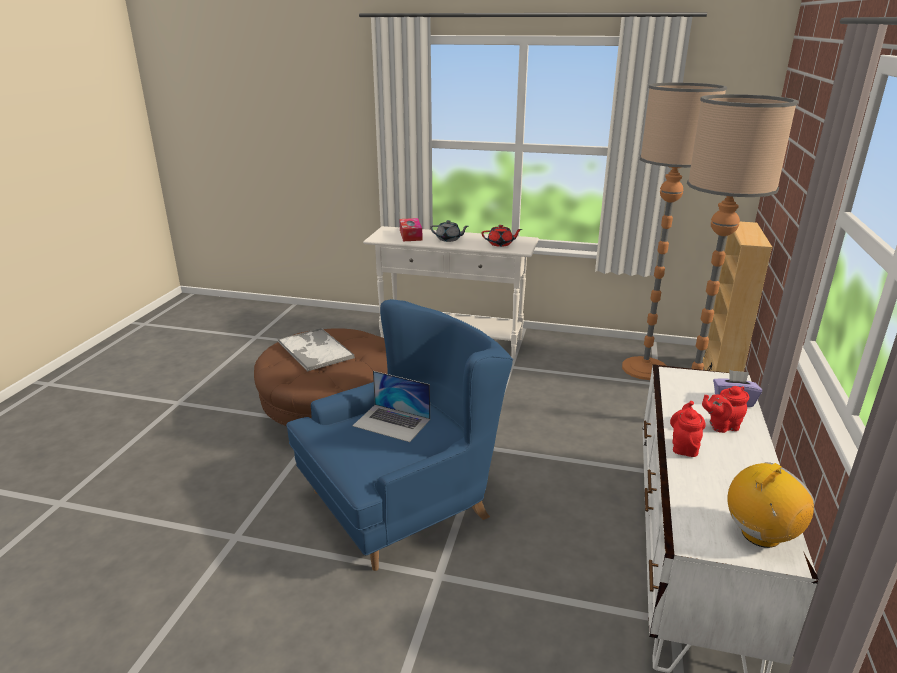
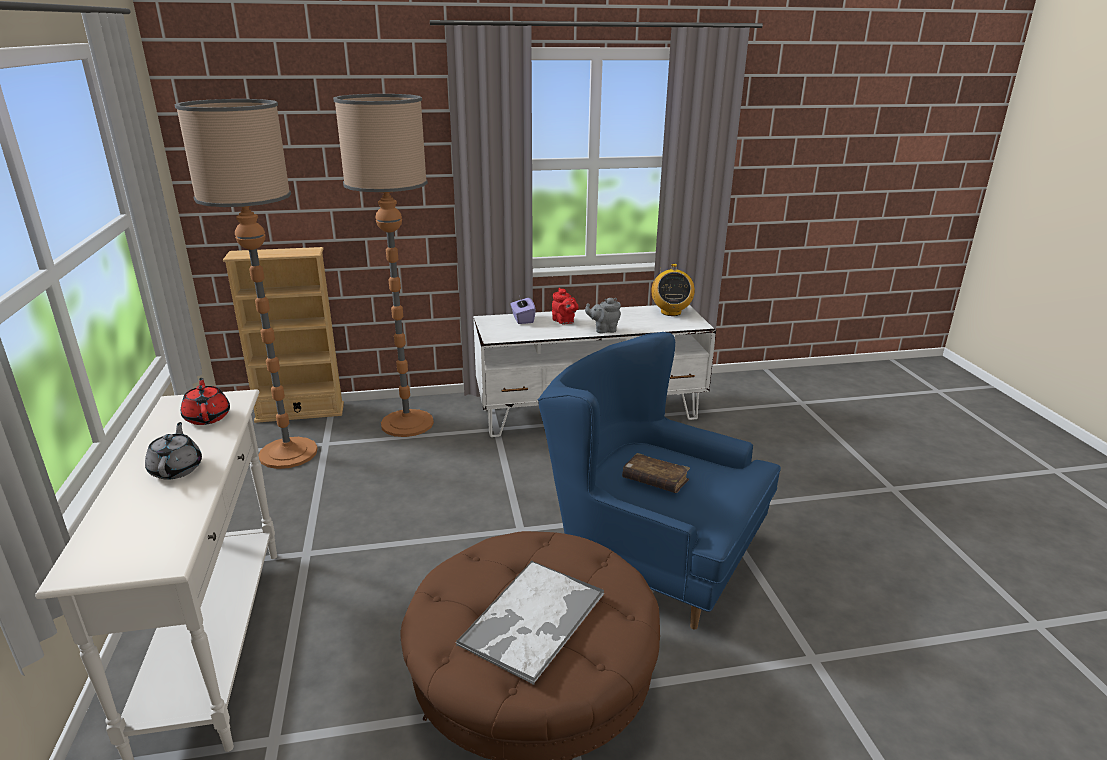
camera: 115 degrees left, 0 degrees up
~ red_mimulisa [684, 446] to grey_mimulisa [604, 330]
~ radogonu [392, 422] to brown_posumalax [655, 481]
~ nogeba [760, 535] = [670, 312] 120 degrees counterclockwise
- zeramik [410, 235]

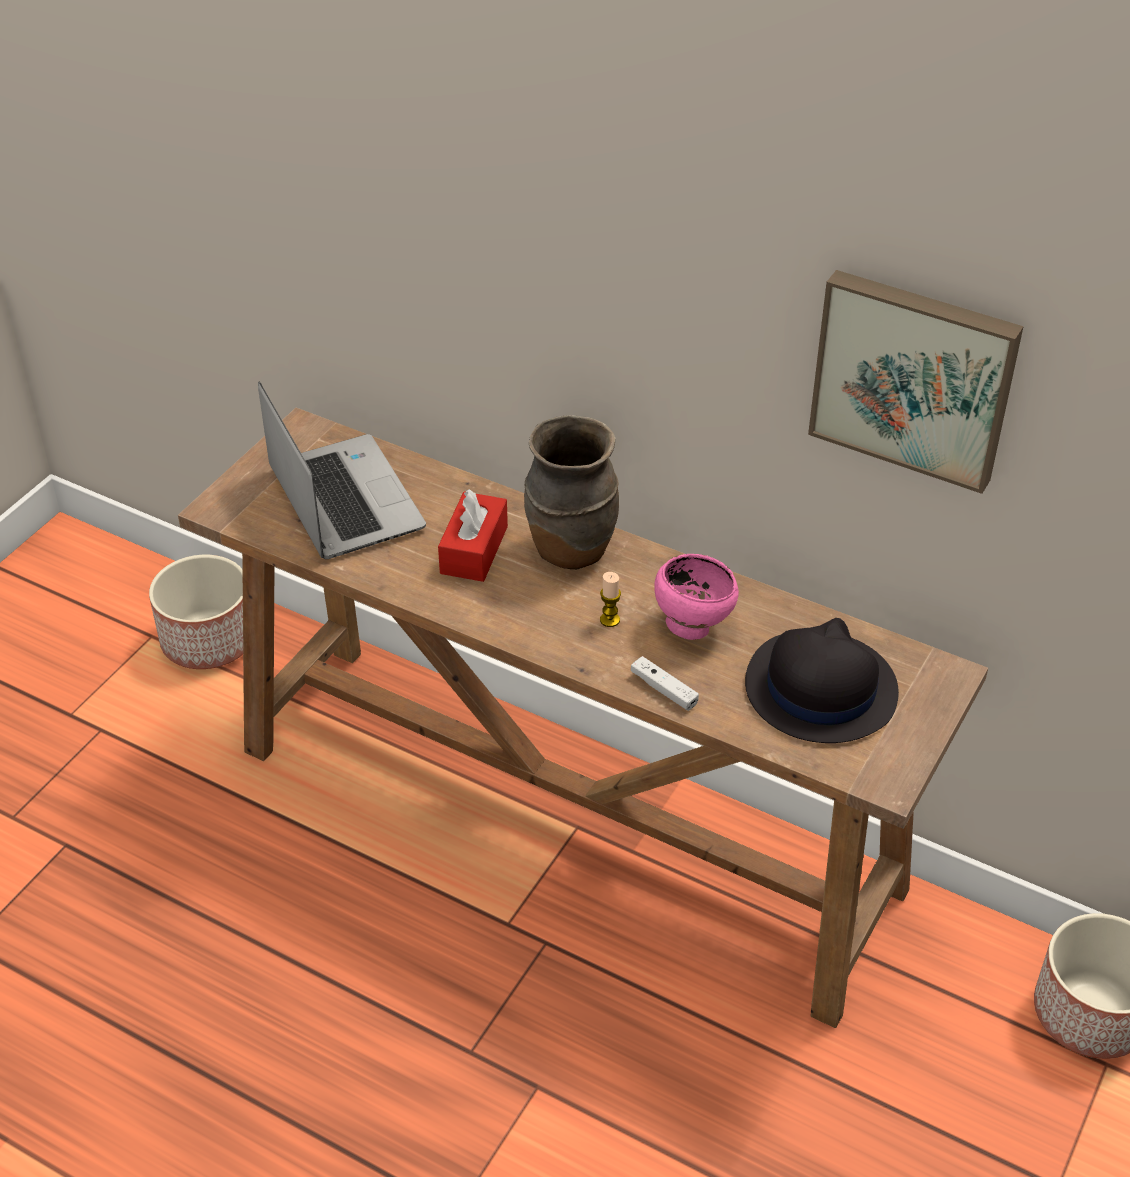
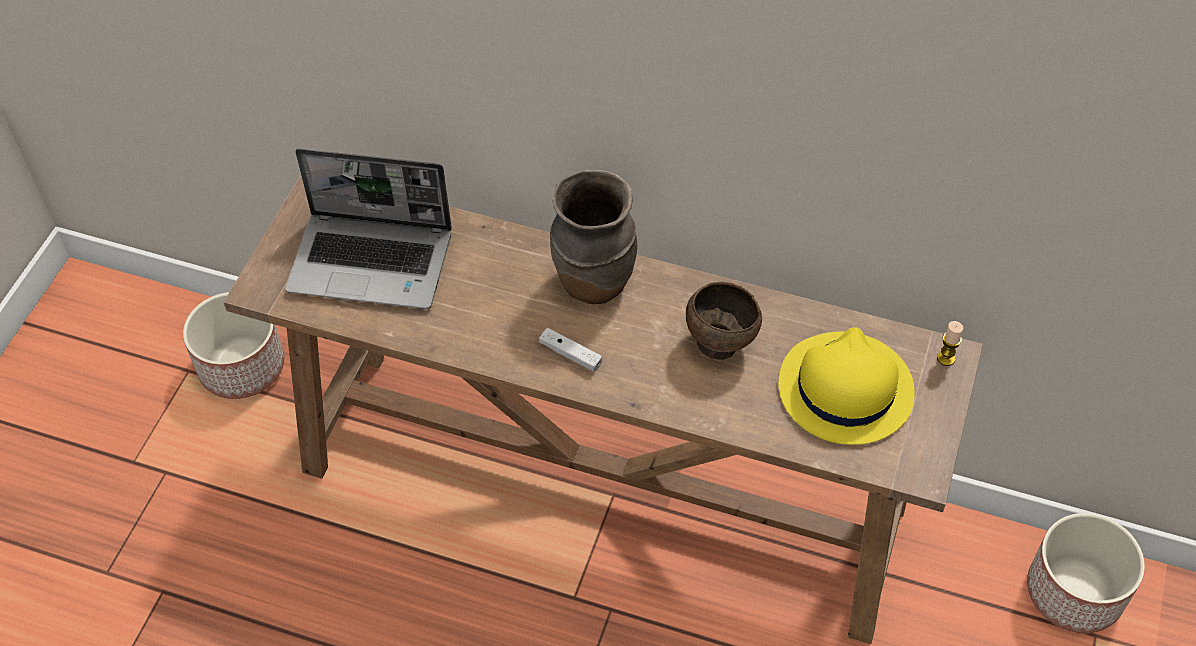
camera: 10 degrees left, 10 degrees up
~ radogonu [342, 499] = [373, 261] 135 degrees clockwise
~ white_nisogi [664, 690] to [570, 354]
~ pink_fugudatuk [692, 625] to brown_fugudatuk [719, 343]
~ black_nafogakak [819, 688] to yellow_nafogakak [844, 389]
~ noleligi [609, 620] to [946, 358]
- red_zeramik [474, 550]
- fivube [914, 377]

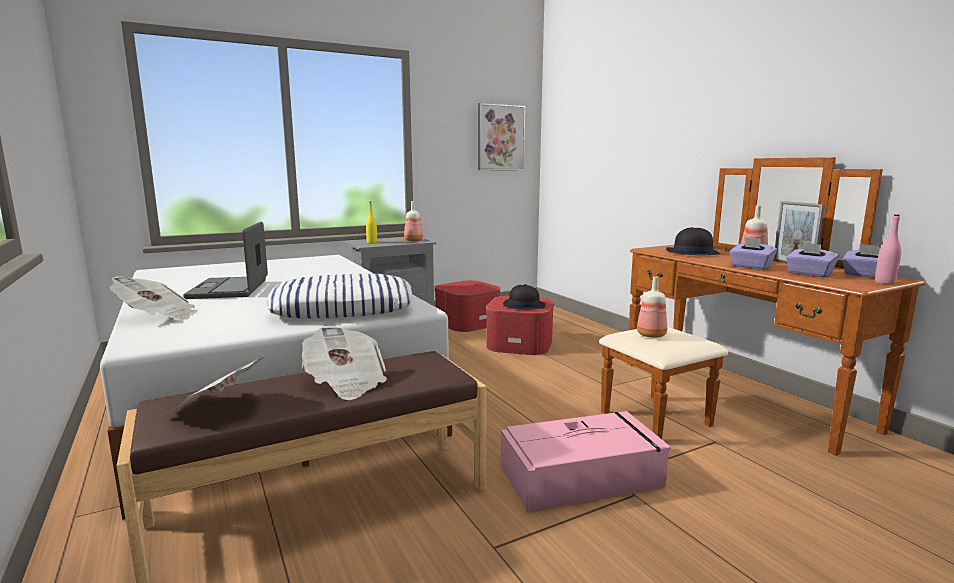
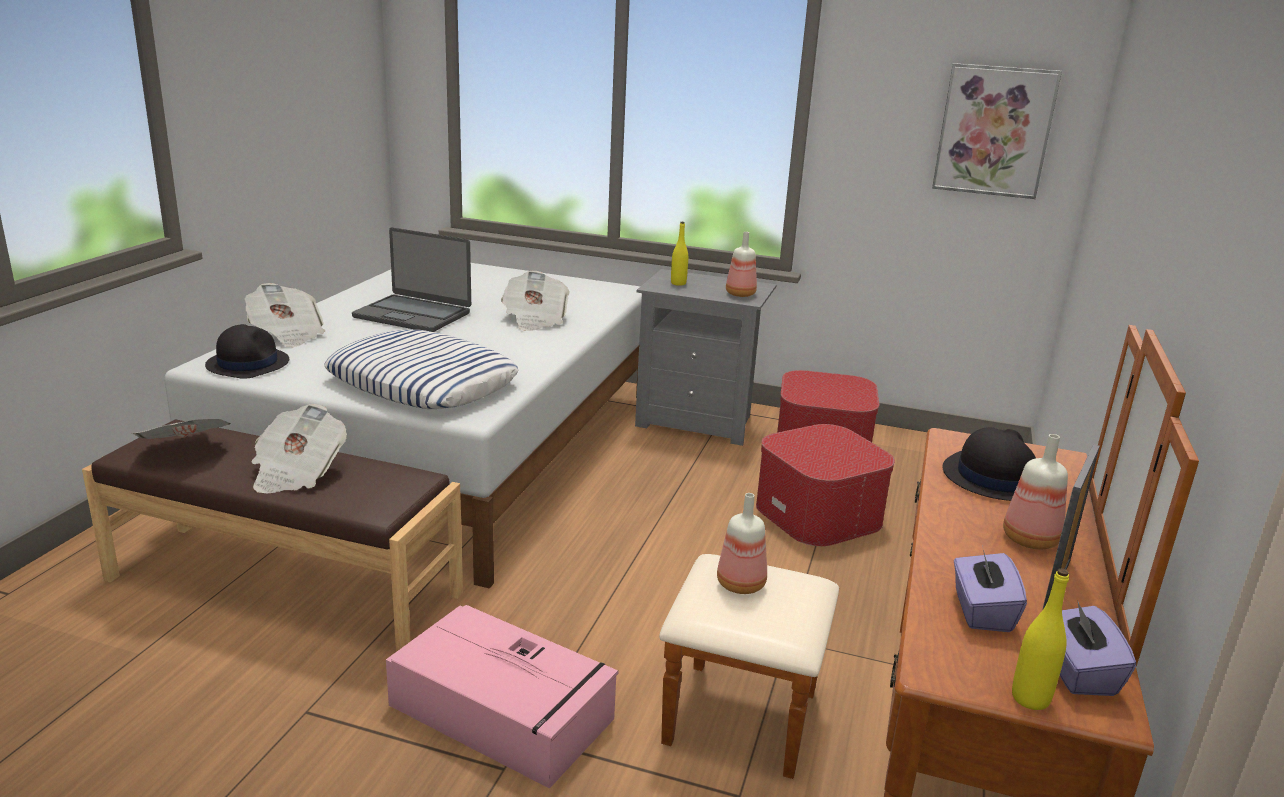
camera: 45 degrees right, 10 degrees up
~ black_nafogakak [523, 305] to [247, 363]
~ radogonu [230, 289] = [413, 315] 105 degrees counterclockwise
+ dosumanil [535, 319]
~ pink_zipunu [884, 283] to yellow_zipunu [1030, 698]
- purple_zeramik [750, 267]

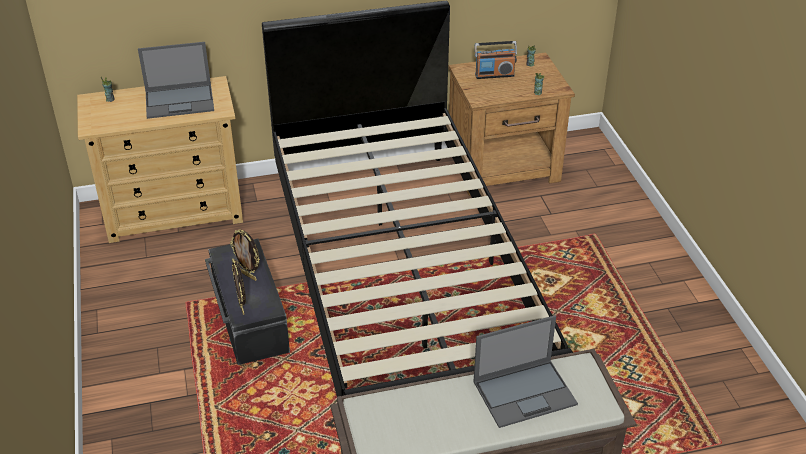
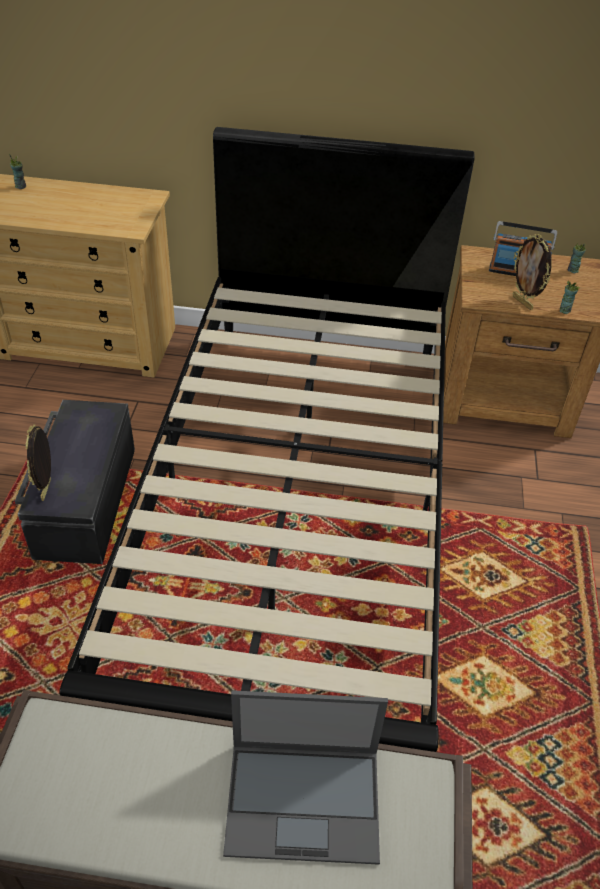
camera: 20 degrees right, 5 degrees up
~ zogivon [249, 275] to [523, 302]
- radogonu [180, 101]

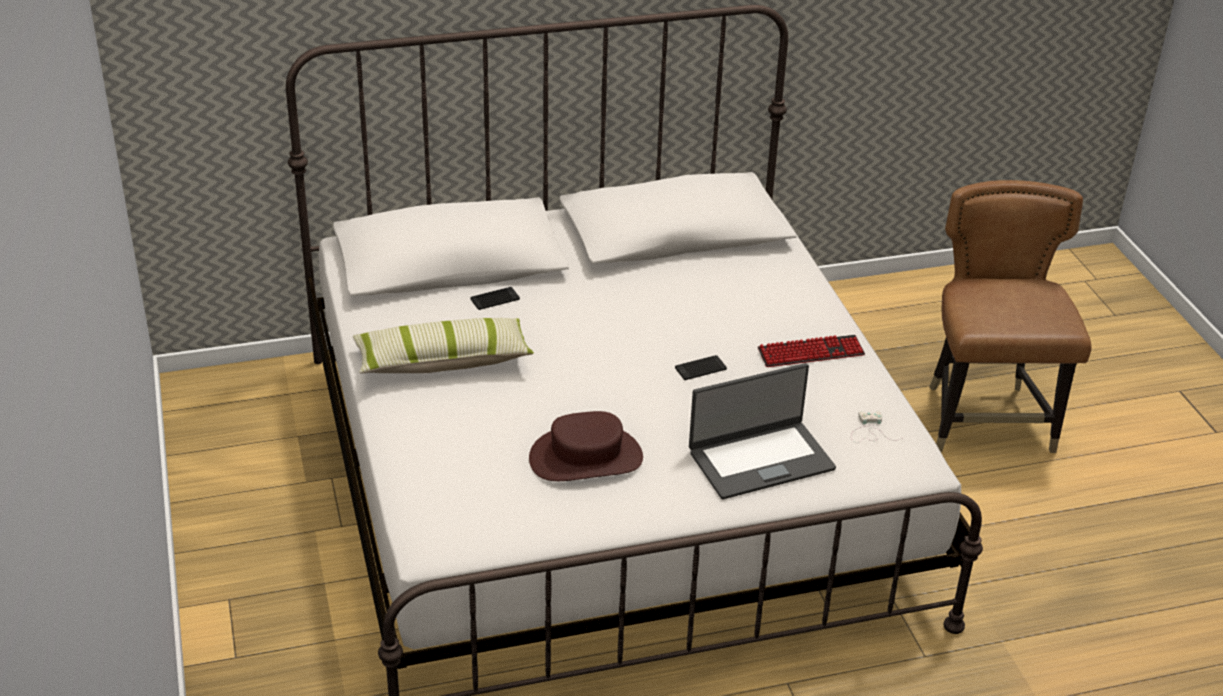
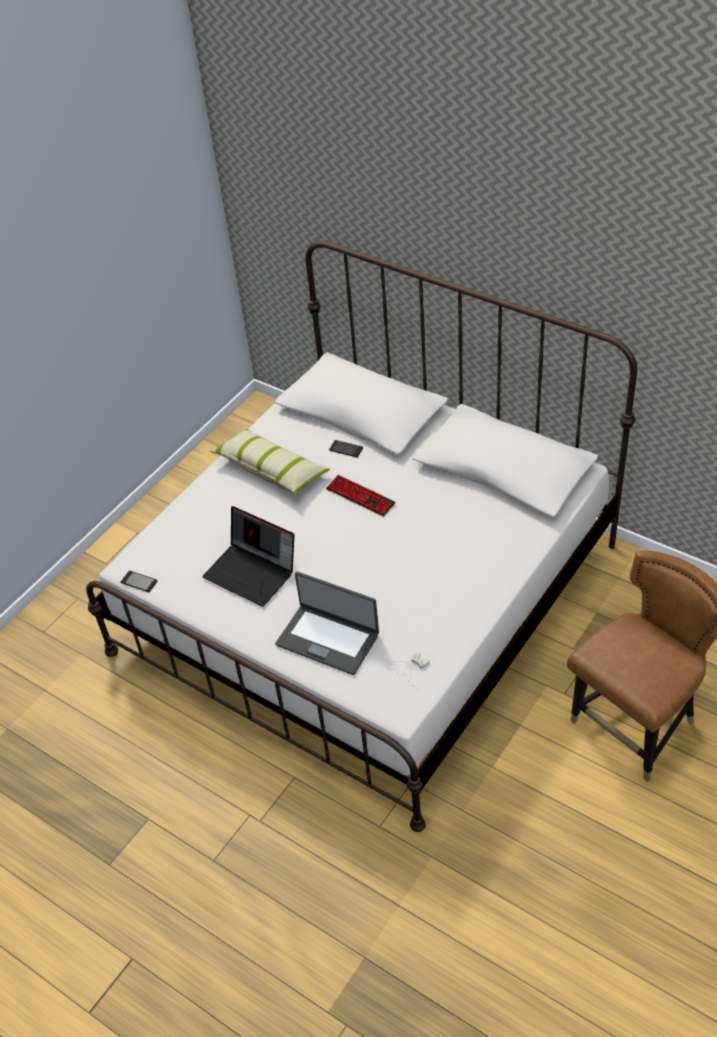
camera: 55 degrees right, 10 degrees up
~ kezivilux [700, 368] to [139, 582]
~ brown_nafogakak [586, 458] to radogonu [253, 572]
~ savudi [811, 353] to [360, 496]

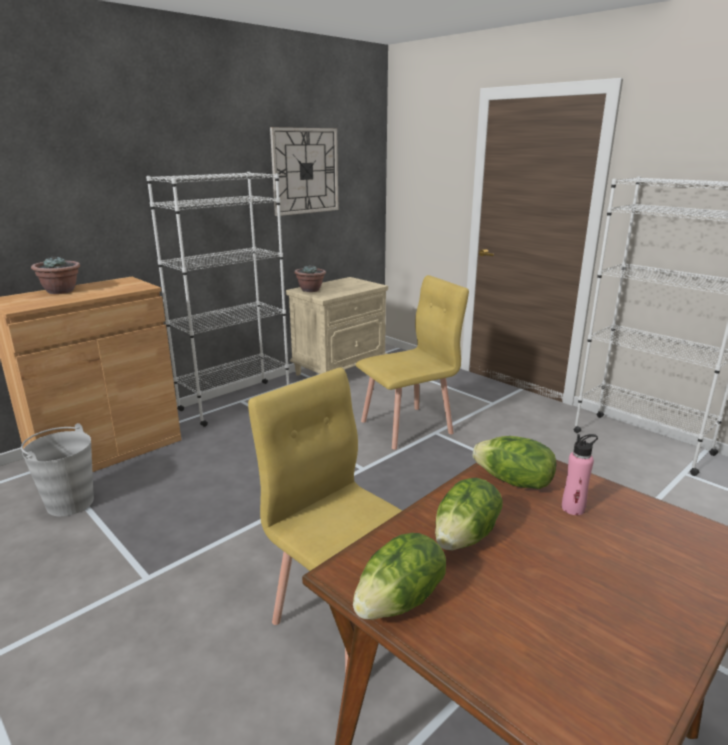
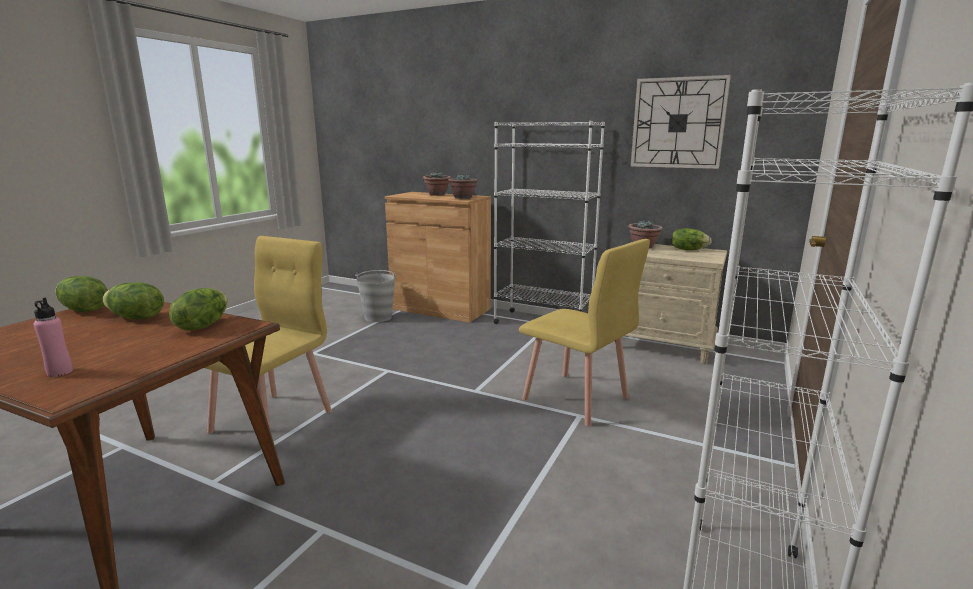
camera: 70 degrees right, 5 degrees down
~ pink_zipunu [573, 508] to [60, 372]
+ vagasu [463, 198]
+ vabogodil [688, 250]

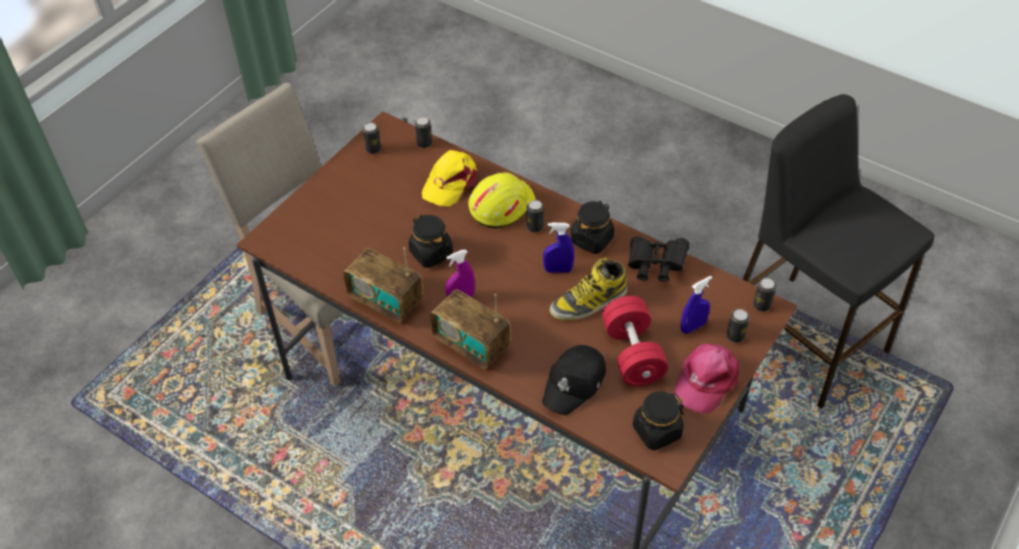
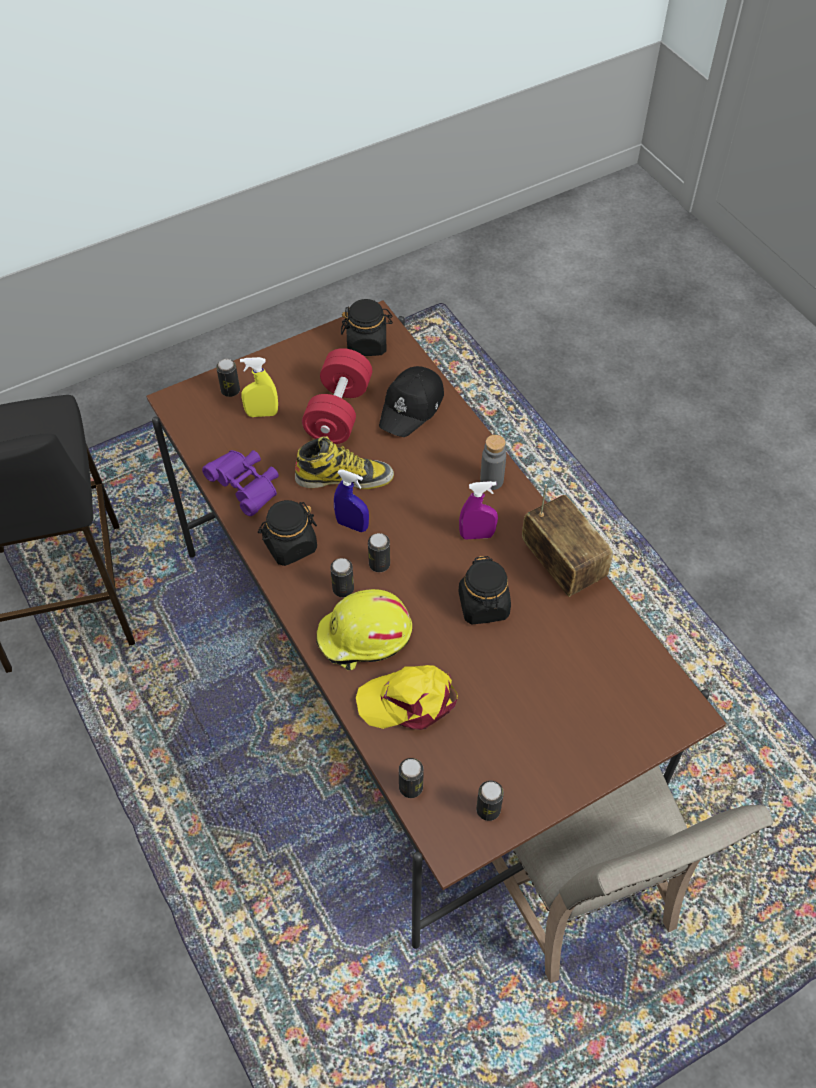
camera: 155 degrees left, 5 degrees up
~ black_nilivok [655, 266] to purple_nilivok [246, 488]
~ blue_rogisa [693, 327] to yellow_rogisa [262, 413]
~ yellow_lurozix [450, 182] = [408, 701] 150 degrees counterclockwise
~ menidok [761, 305] to [379, 564]
~ black_lurozix [574, 383] = [412, 407] 150 degrees clockwise
~ nogeba [471, 345] to grey_zipunu [491, 480]
- pink_lurozix [706, 380]

